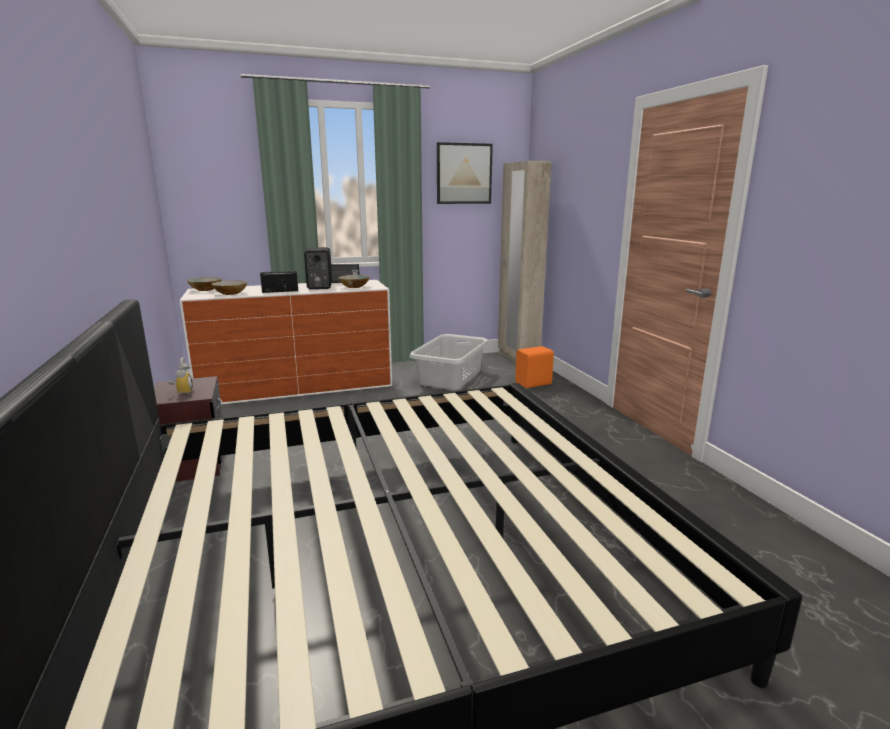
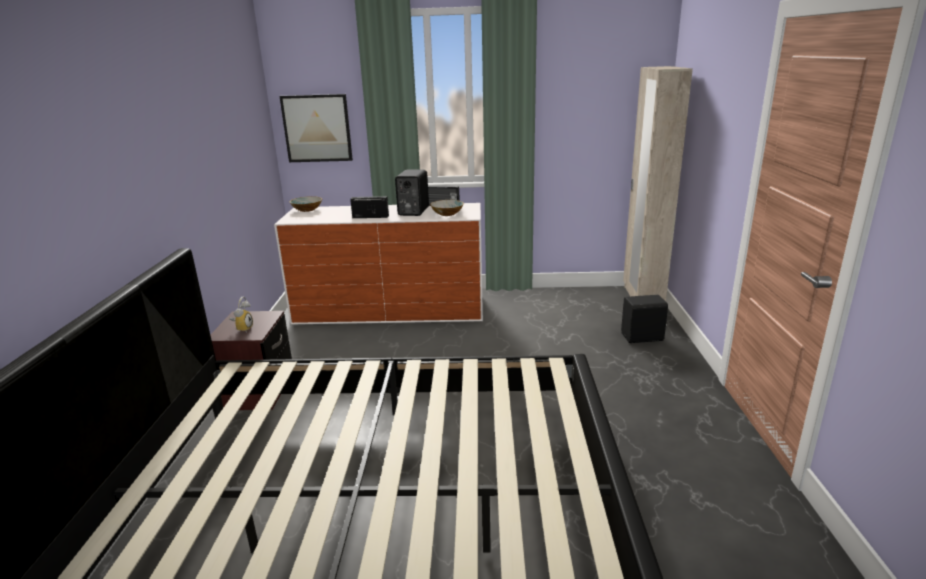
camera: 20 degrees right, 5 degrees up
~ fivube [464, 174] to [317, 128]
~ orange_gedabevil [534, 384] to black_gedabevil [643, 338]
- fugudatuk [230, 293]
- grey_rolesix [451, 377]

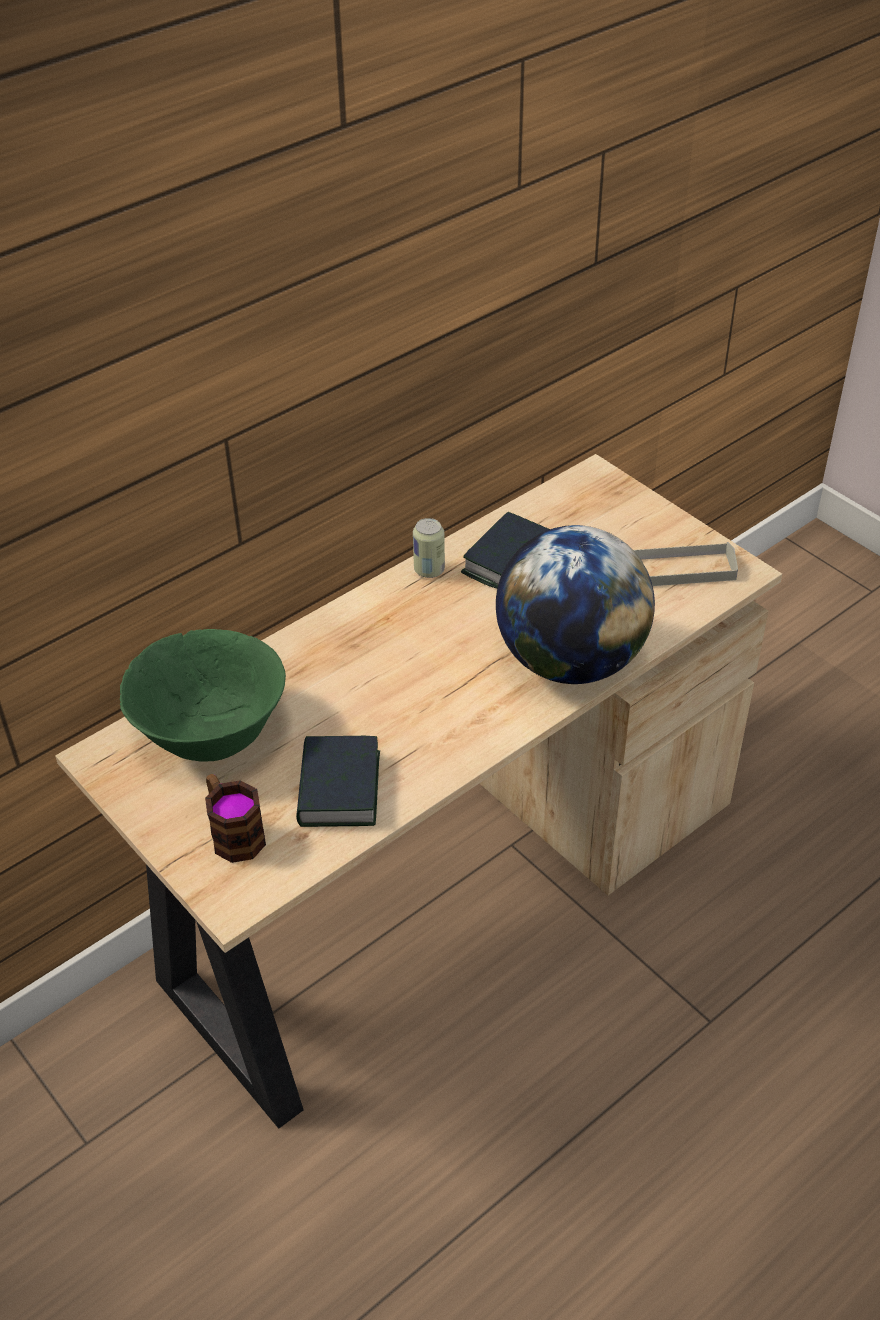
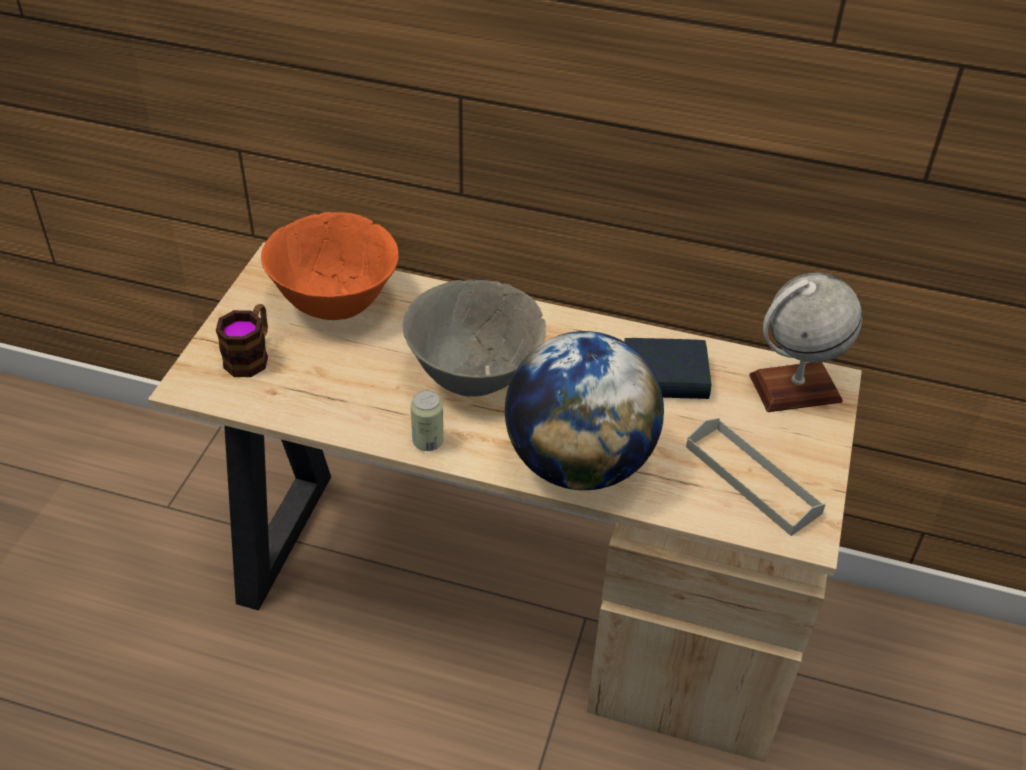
camera: 55 degrees right, 0 degrees up
~ green_fugudatuk [211, 736] to orange_fugudatuk [334, 302]
+ grey_fugudatuk [473, 374]
~ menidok [429, 570] to [428, 441]
+ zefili [795, 388]
- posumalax [339, 789]

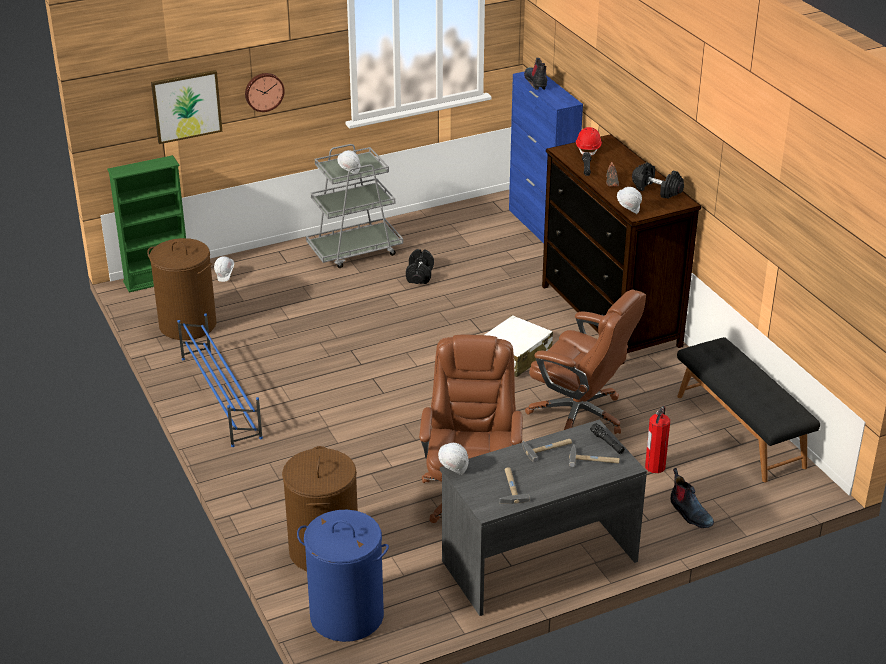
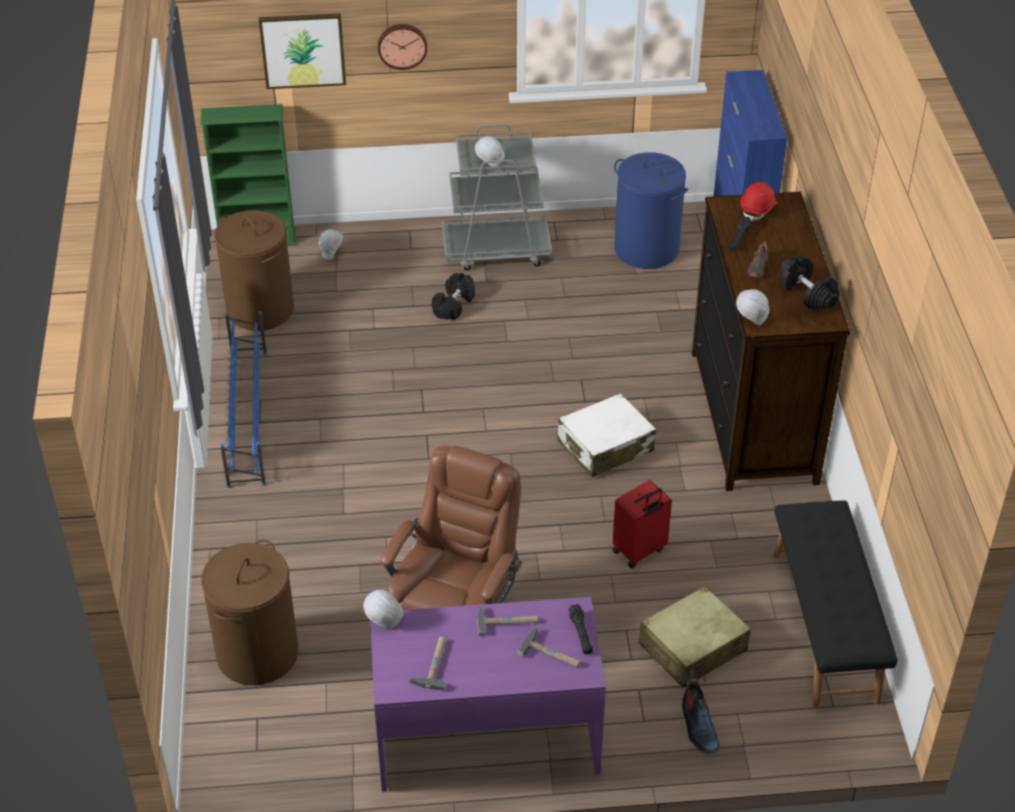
camera: 20 degrees right, 10 degrees up
~ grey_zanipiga [538, 560] to purple_zanipiga [486, 737]
~ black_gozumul [420, 275] to [453, 305]
~ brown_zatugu [580, 415] to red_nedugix [639, 551]
~ blue_rolesix [346, 616] to [646, 249]
~ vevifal [655, 466] to beige_nedugix [692, 647]
- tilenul [536, 82]

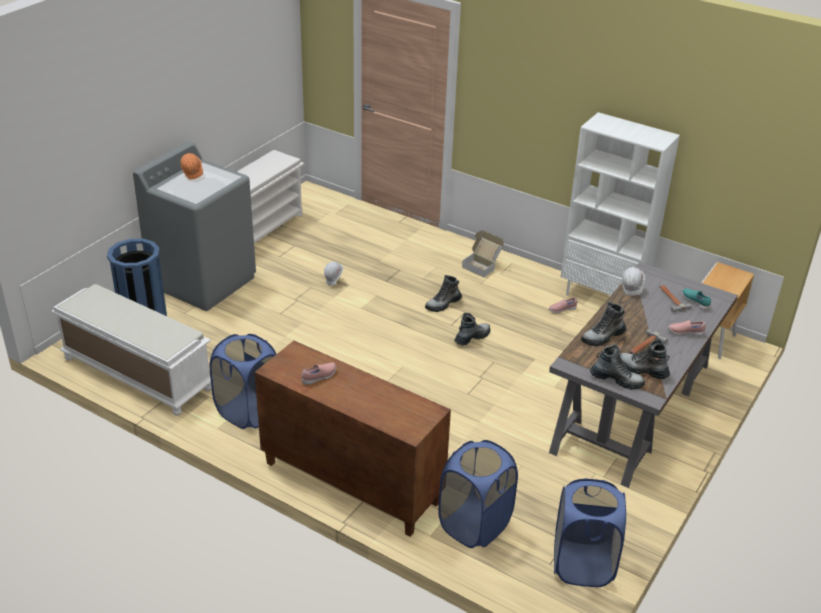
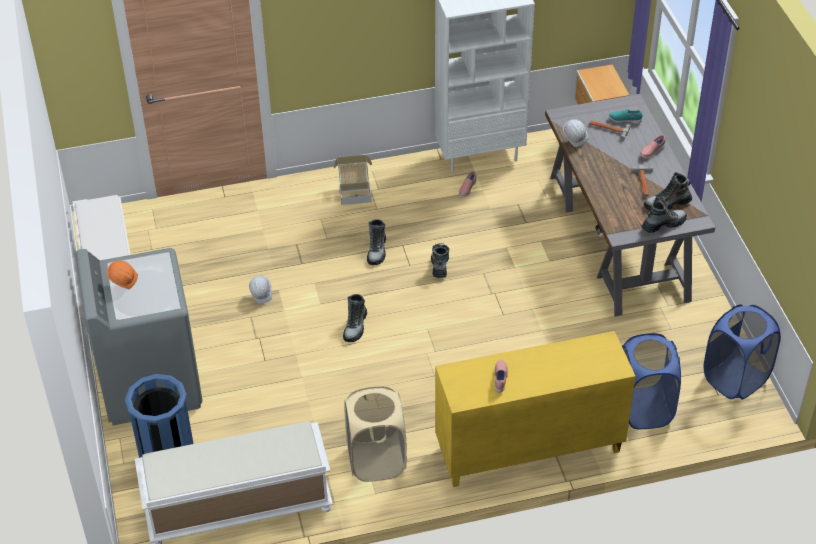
camera: 45 degrees left, 10 degrees up
~ tilenul [603, 337] to [355, 326]
~ blue_rolesix [248, 411] to beige_rolesix [376, 461]
~ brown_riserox [349, 483] to yellow_riserox [528, 450]

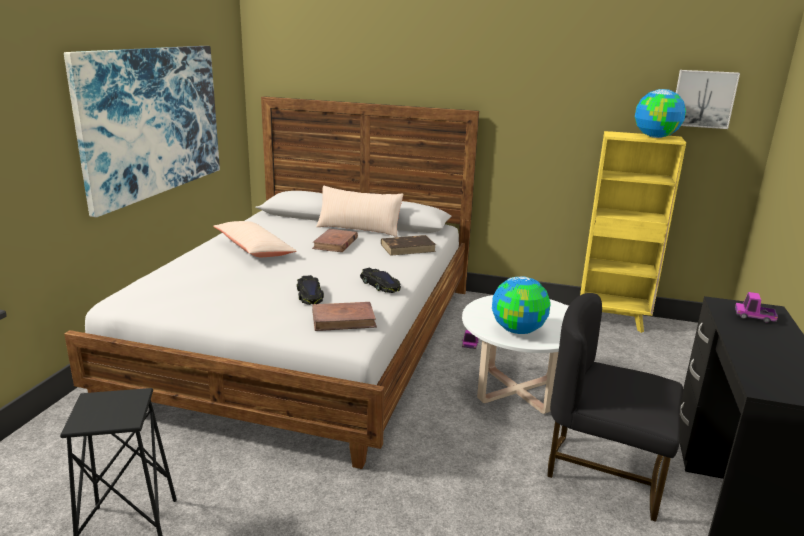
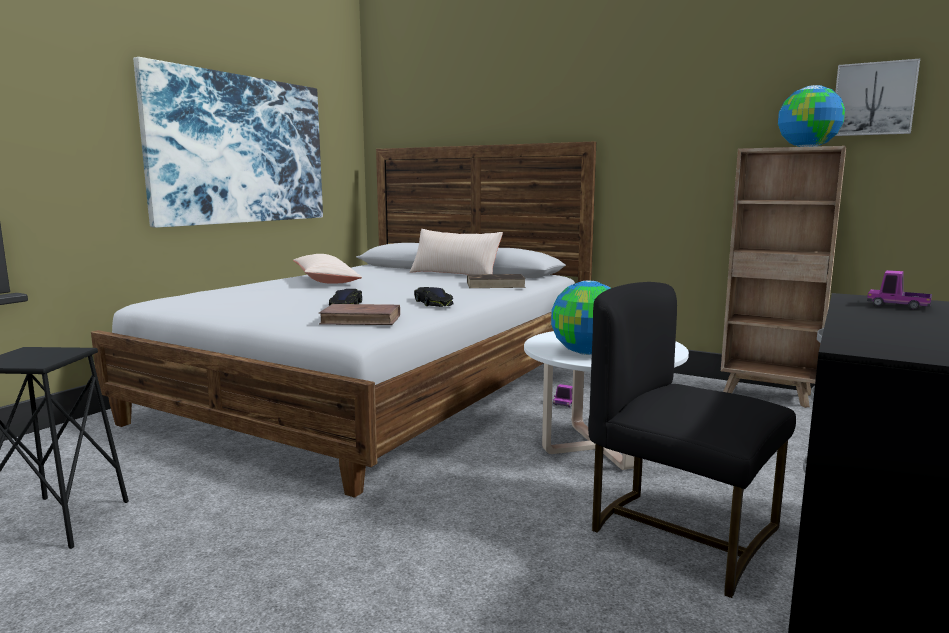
camera: 15 degrees right, 10 degrees down
~ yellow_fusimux [612, 321] to brown_fusimux [769, 395]
- brown_posumalax [335, 243]

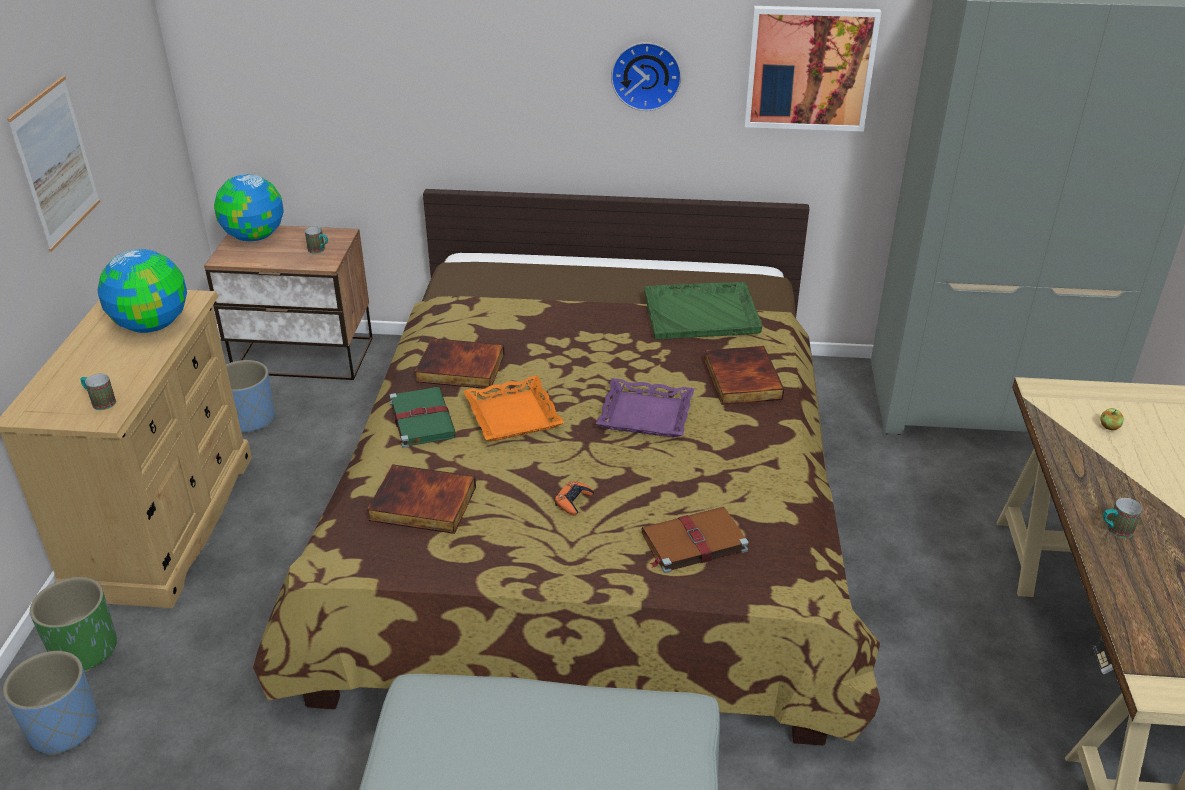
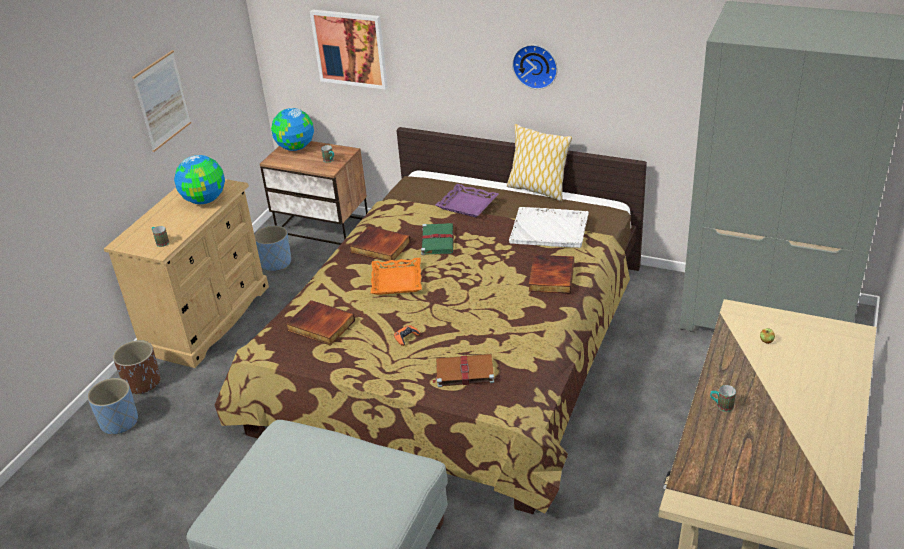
camera: 20 degrees right, 0 degrees up
~ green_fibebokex [85, 650] to brown_fibebokex [143, 383]
~ fivube [810, 68] to [350, 48]
~ green_posumalax [421, 418] to [437, 240]
~ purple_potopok [646, 414] to [467, 204]
+ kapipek [538, 190]
~ green_potopok [702, 313] to white_potopok [550, 229]

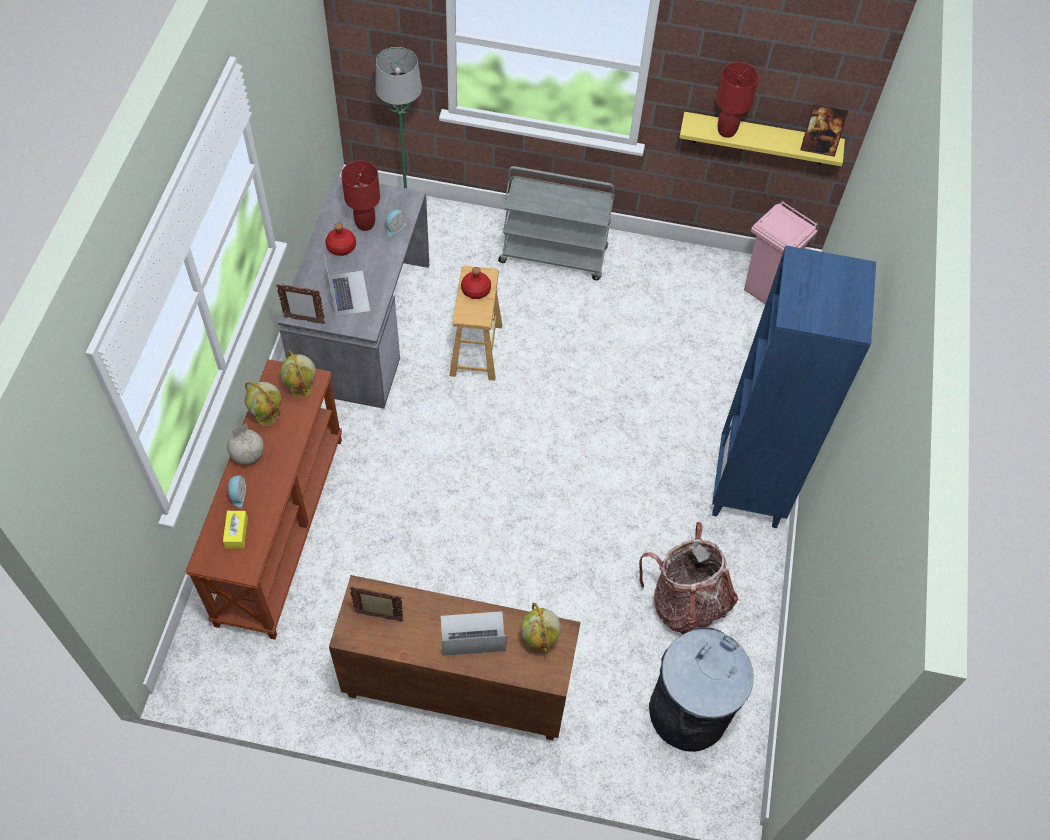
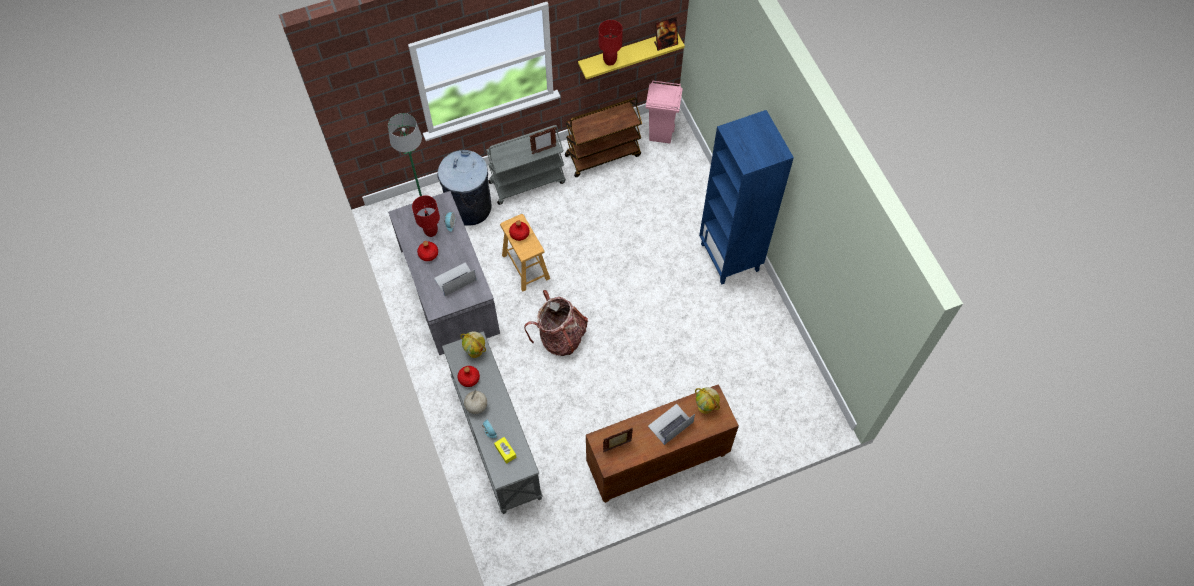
camera: 30 degrees left, 5 degrees up
~ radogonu [348, 293] = [455, 279] 75 degrees counterclockwise
~ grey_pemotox [687, 712] to [469, 207]
~ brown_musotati [279, 528] to grey_musotati [495, 438]
~ zefili [267, 416] to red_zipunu [469, 378]
~ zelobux [686, 602] to [560, 337]
~ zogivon [304, 320] to [543, 150]
+ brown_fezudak [603, 155]

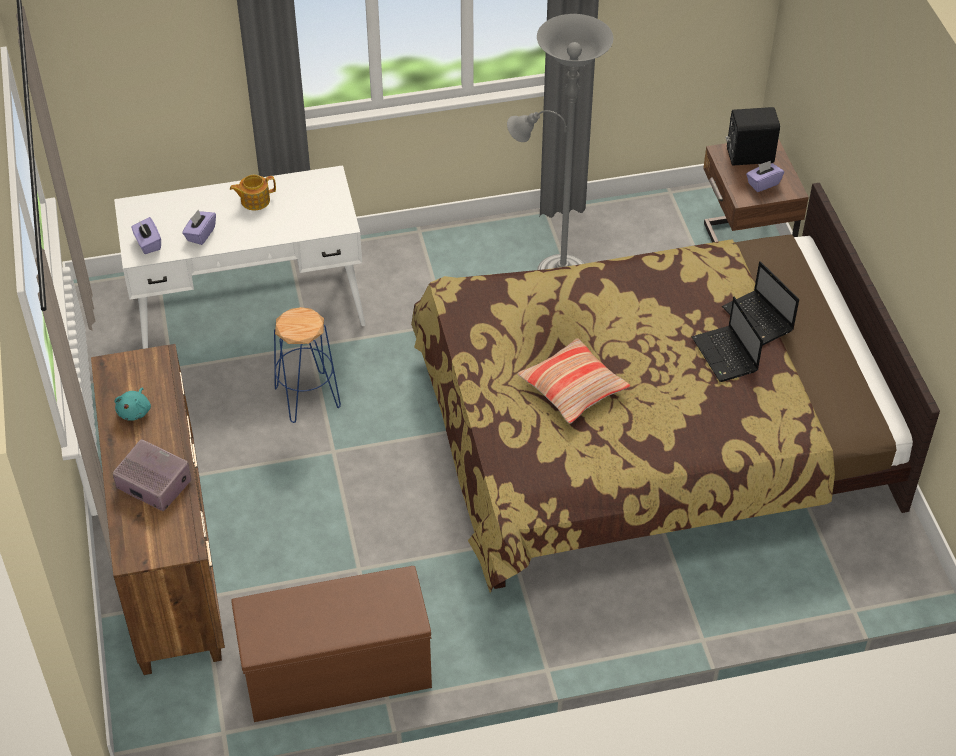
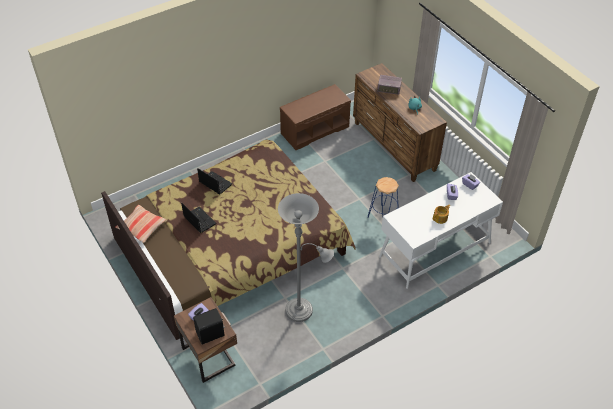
camera: 160 degrees right, 0 degrees up
~ kapipek [573, 388] to [142, 227]
~ radogonu [759, 320] to [214, 183]

